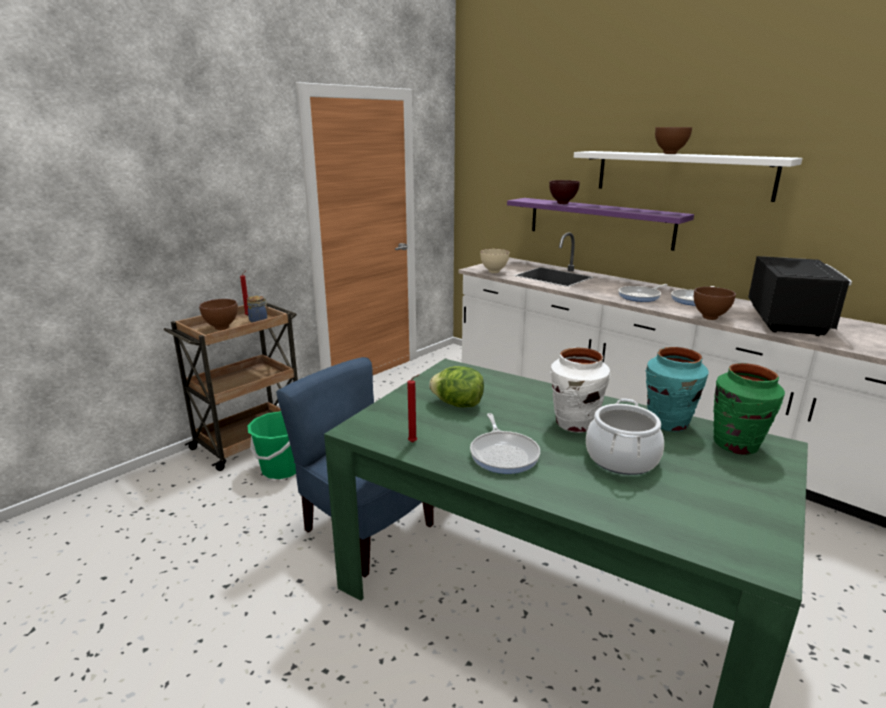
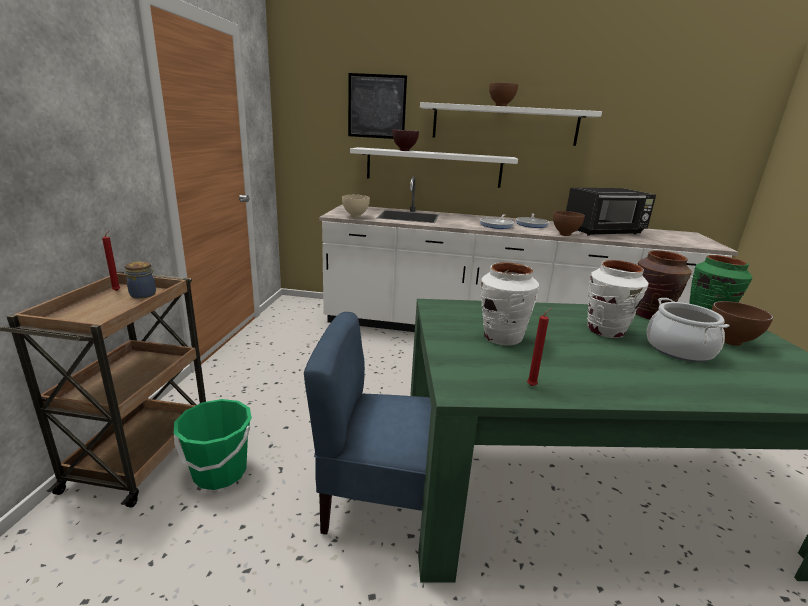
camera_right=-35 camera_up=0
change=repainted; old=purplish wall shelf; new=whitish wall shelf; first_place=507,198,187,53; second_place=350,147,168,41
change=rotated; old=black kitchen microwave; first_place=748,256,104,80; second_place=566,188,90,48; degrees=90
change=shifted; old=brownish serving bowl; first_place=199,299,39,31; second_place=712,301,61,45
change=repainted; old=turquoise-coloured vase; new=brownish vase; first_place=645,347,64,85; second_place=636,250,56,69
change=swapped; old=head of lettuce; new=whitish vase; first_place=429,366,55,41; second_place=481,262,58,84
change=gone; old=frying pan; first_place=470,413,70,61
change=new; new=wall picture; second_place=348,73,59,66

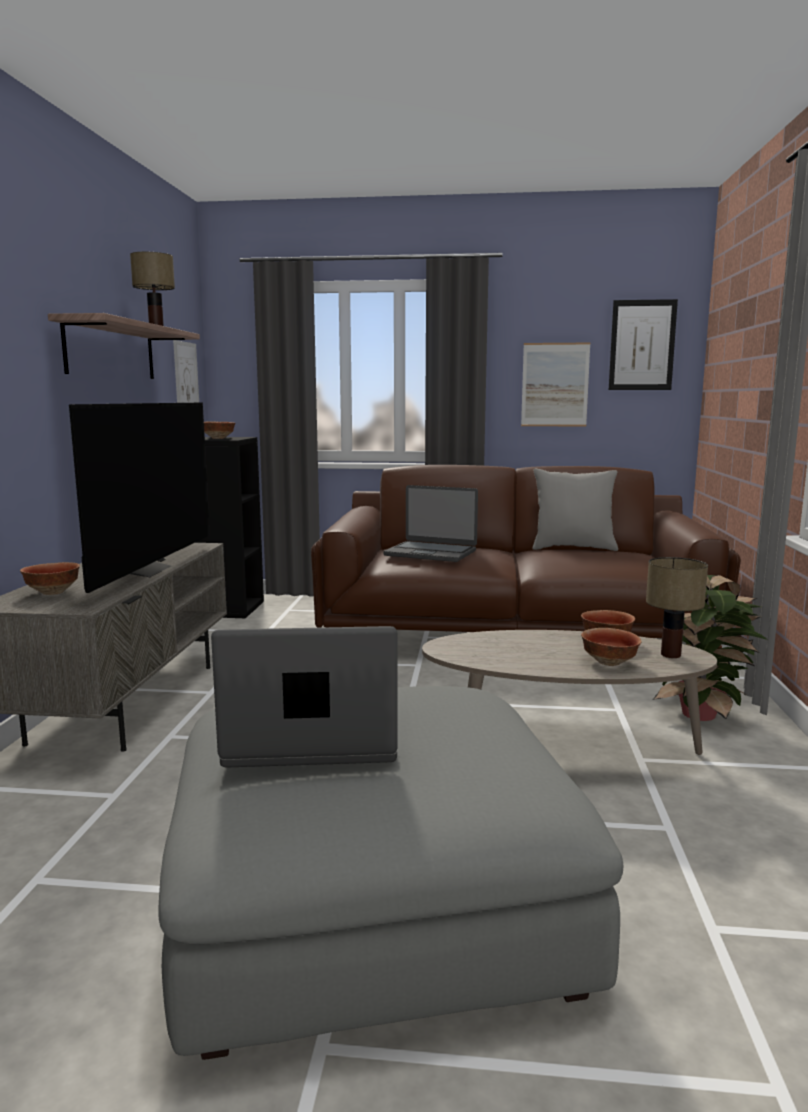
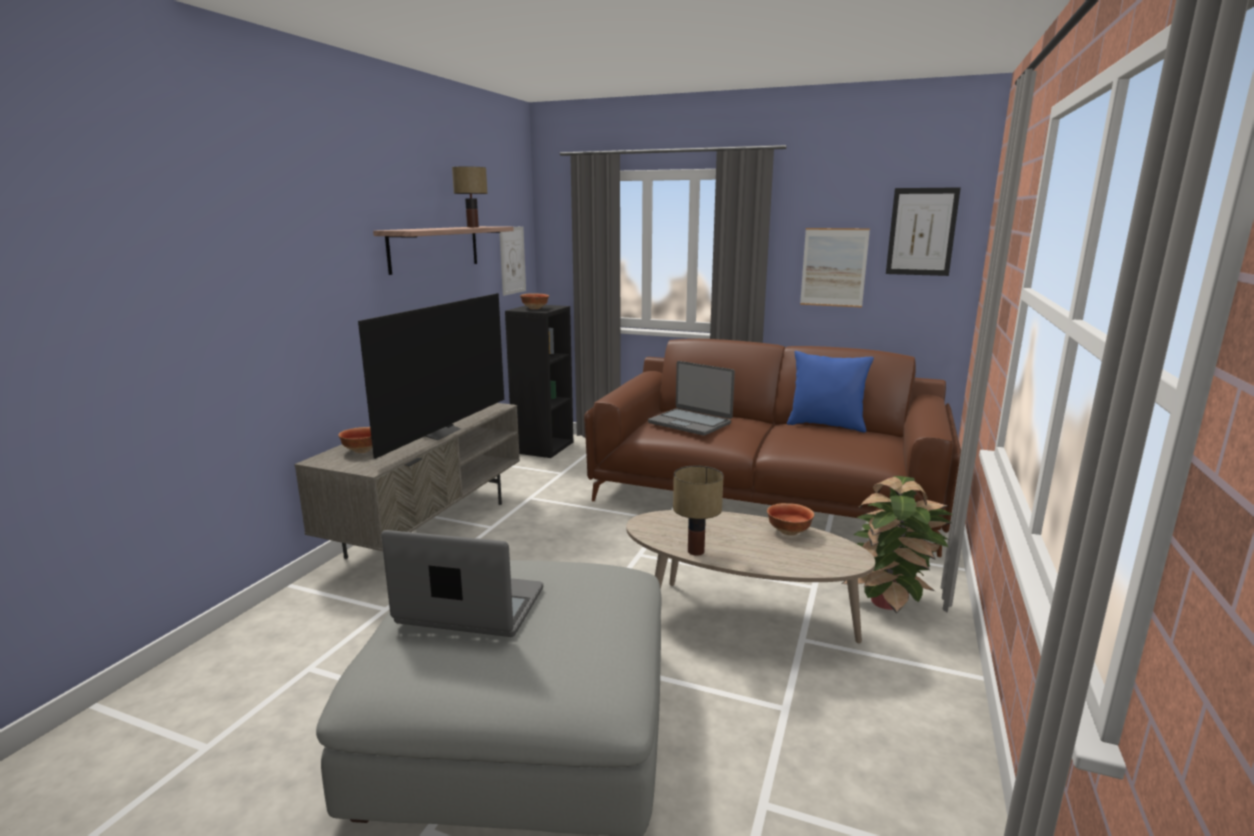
camera_right=15 camera_up=5
change=repainted; old=grey cushion; new=blue cushion; first_place=533,469,85,82; second_place=787,351,87,82
change=shifted; old=tabletop lamp; first_place=646,557,62,101; second_place=673,465,51,91
change=gone; old=serving bowl; first_place=581,628,61,38

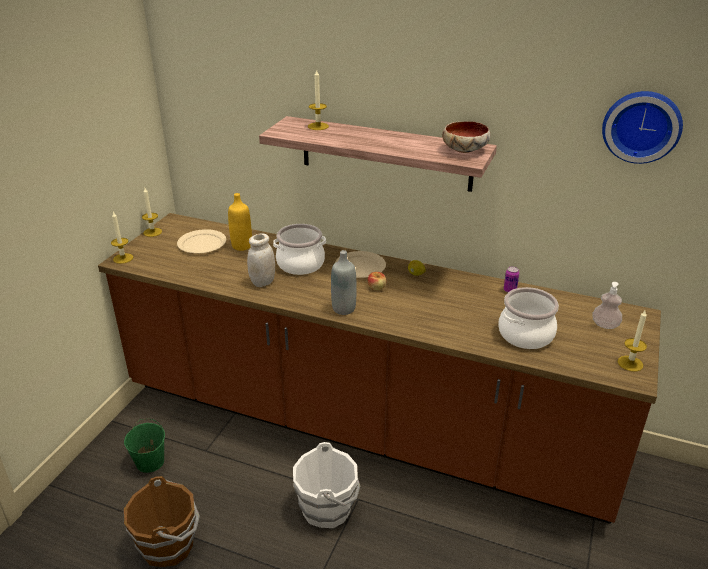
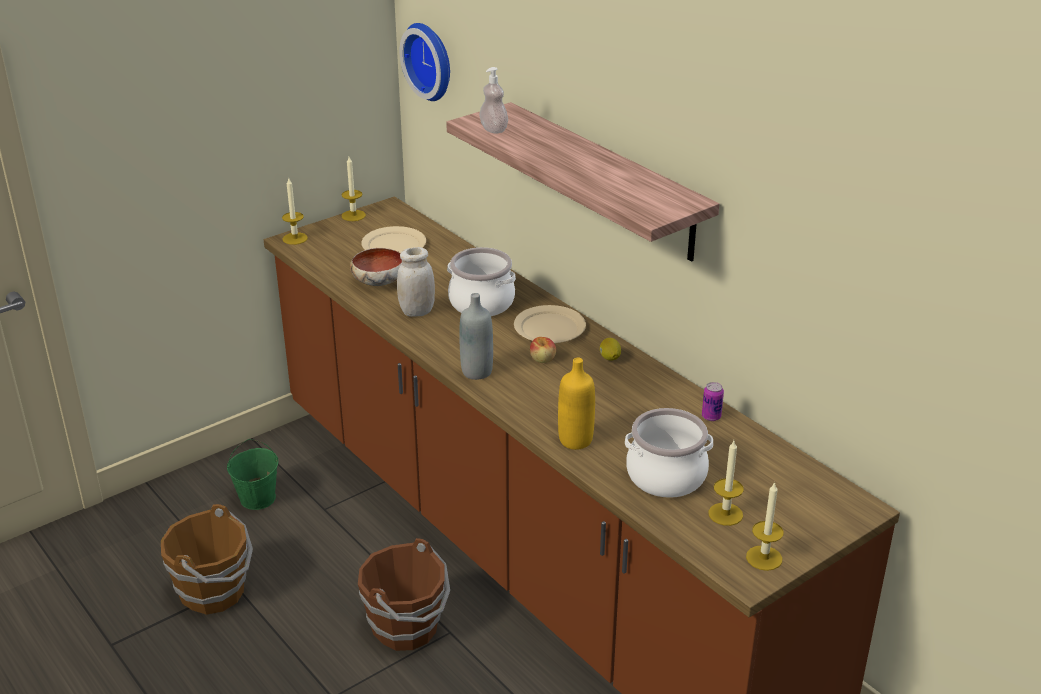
camera_right=30 camera_up=0
change=shifted; old=wax candle; first_place=308,70,21,60; second_place=708,441,36,85
change=shifted; old=clock on the wall; first_place=602,91,81,73; second_place=400,23,50,78
change=shifted; old=serving bowl; first_place=442,121,48,32; second_place=350,248,52,38
change=shifted; old=yellowish beverage bottle; first_place=228,193,24,58; second_place=558,358,37,92
change=shifted; old=liquid soap bottle; first_place=592,282,30,47; second_place=479,67,29,66
change=repainted; old=whitish pail; new=brownish pail; first_place=293,442,67,86; second_place=358,538,92,113

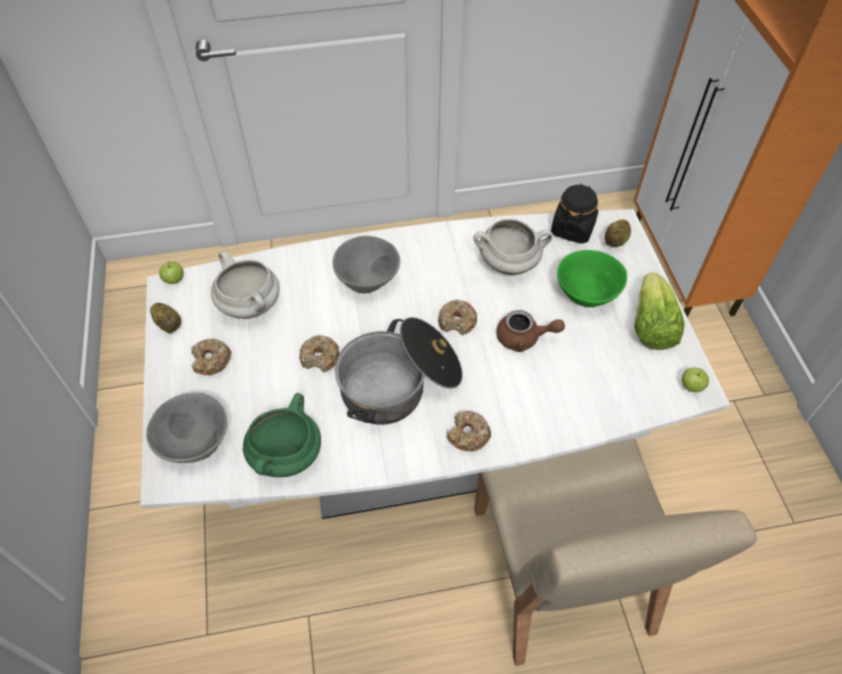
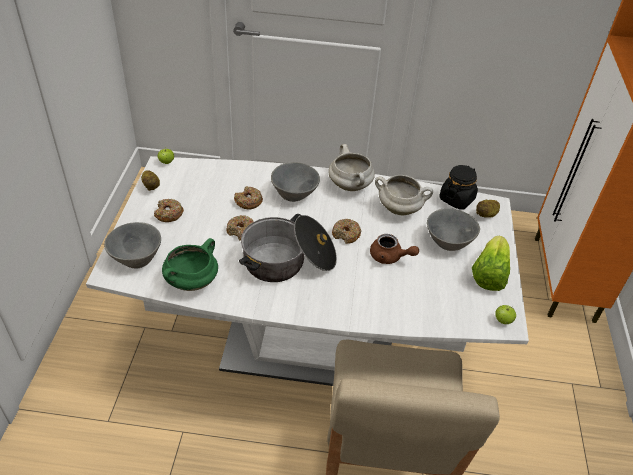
camera_right=15 camera_up=-10
change=repainted; old=green-coloured serving bowl; new=grey serving bowl; first_place=557,250,70,57; second_place=427,208,53,43
change=shifted; old=whitish saucepot; first_place=211,251,69,68; second_place=328,144,47,47
change=shifted; old=ring doughnut; first_place=447,411,44,40; second_place=234,186,29,24

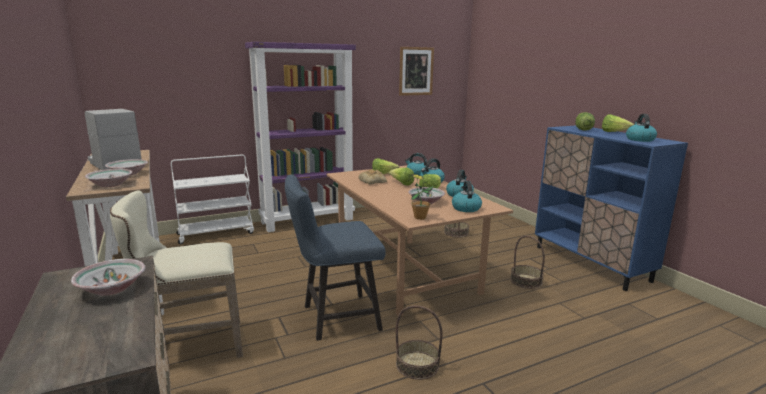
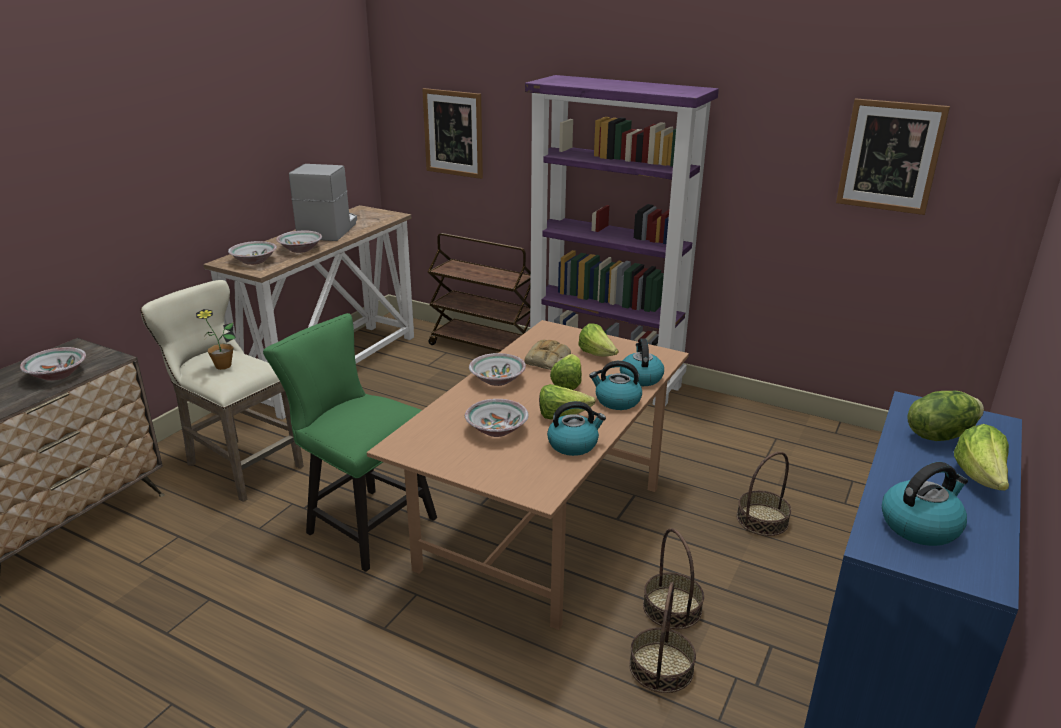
camera_right=55 camera_up=10
change=repainted; old=whitish cart; new=brownish cart; first_place=171,154,83,90; second_place=428,233,103,119
change=shifted; old=potted plant; first_place=411,174,23,46; second_place=196,309,40,61
change=repainted; old=blue upright chair; new=green-coloured upright chair; first_place=285,175,101,166; second_place=263,313,174,259
change=gone; old=tea kettle; first_place=452,181,30,31
change=shifted; old=basket; first_place=396,305,47,75; second_place=643,528,61,101
change=new; new=wall picture; second_place=422,88,61,91
change=new; new=serving bowl; second_place=469,353,57,33

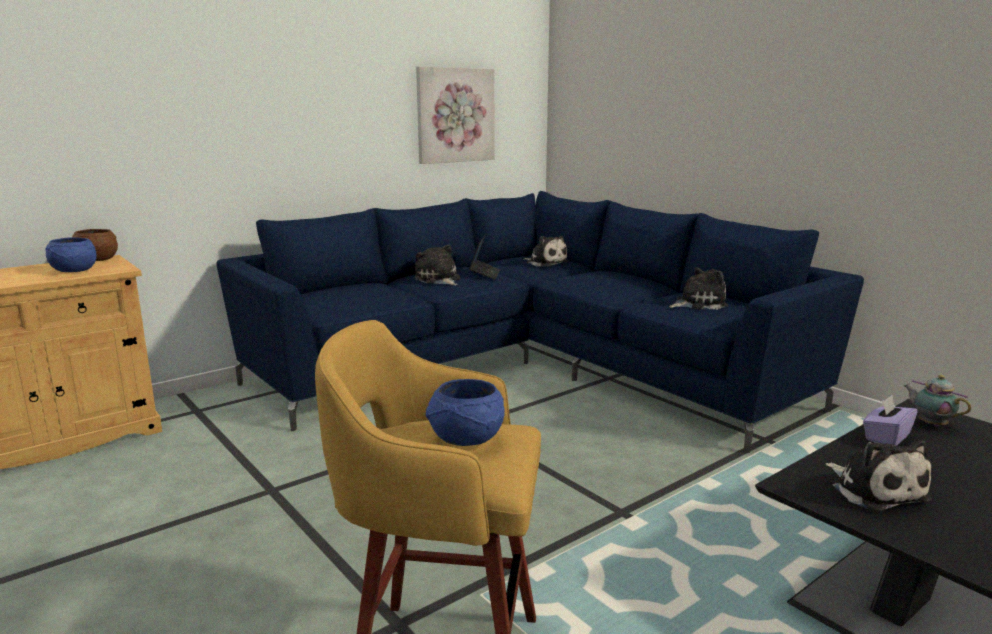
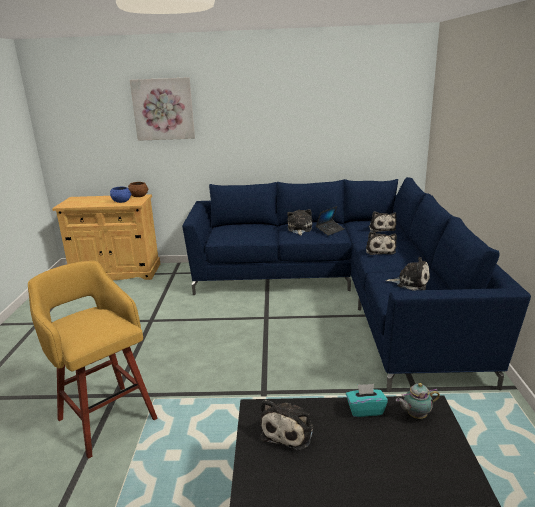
camera_right=40 camera_up=5
change=shifted; old=wall picture; first_place=416,66,78,98; second_place=130,77,65,64
change=rotated; old=pot for tea; first_place=903,375,68,52; second_place=396,383,44,36; degrees=-105
change=gone; old=blue serving bowl; first_place=426,379,79,67
change=repainted; old=purplish tissue box; new=turquoise-coloured tissue box; first_place=863,395,55,51; second_place=346,384,42,33
change=new; new=soft toy; second_place=366,231,31,24

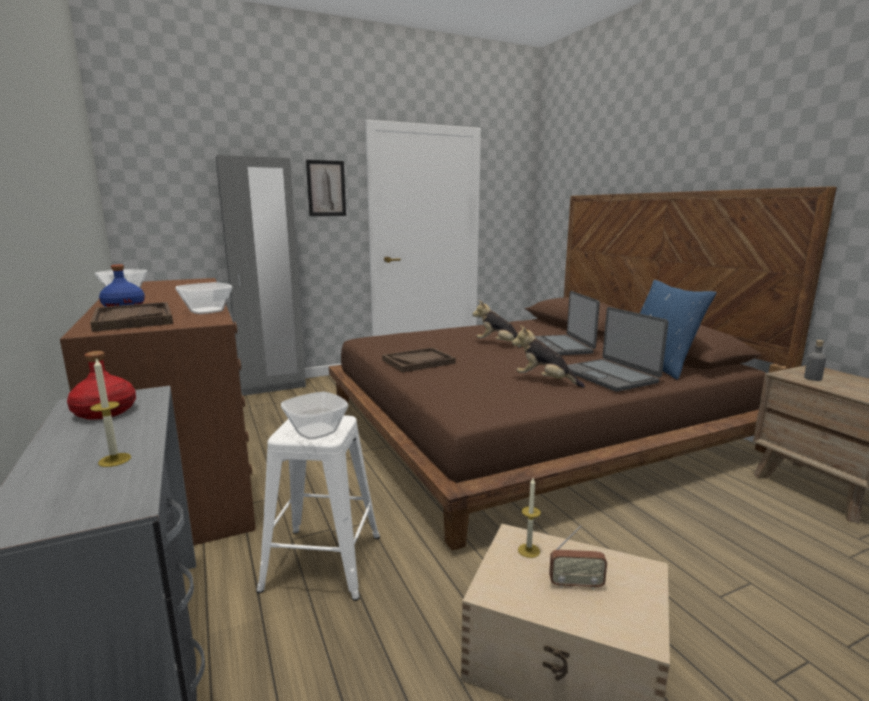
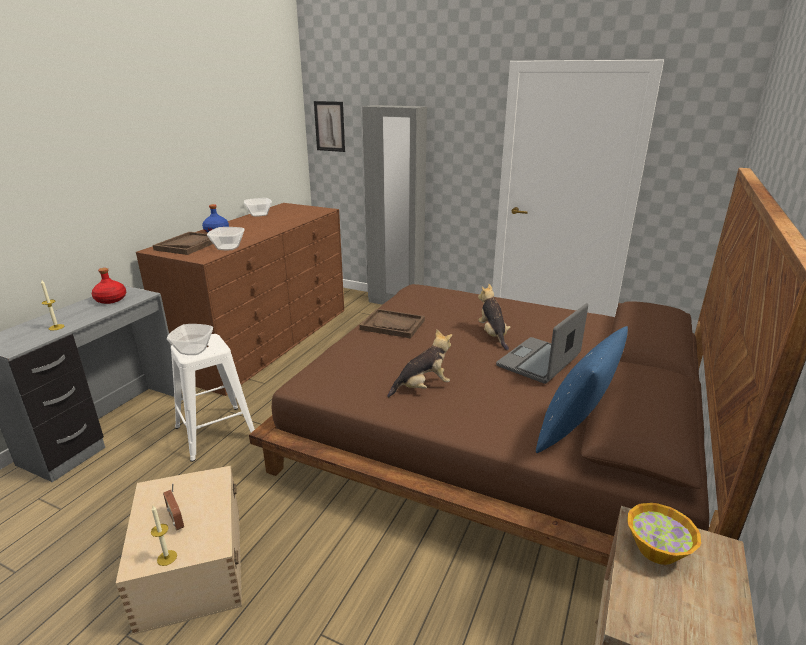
camera_right=50 camera_up=10
change=shifted; old=wall picture; first_place=306,160,40,56; second_place=314,101,31,51
change=gone; old=notebook computer; first_place=567,307,102,85
change=rotated; old=soft toy; first_place=512,325,73,63; second_place=387,329,65,69; degrees=75
change=swapped; old=grey beverage bottle; new=serving bowl; first_place=804,340,22,41; second_place=627,503,74,62
change=shifted; old=wax candle; first_place=518,478,23,80; second_place=151,506,26,60

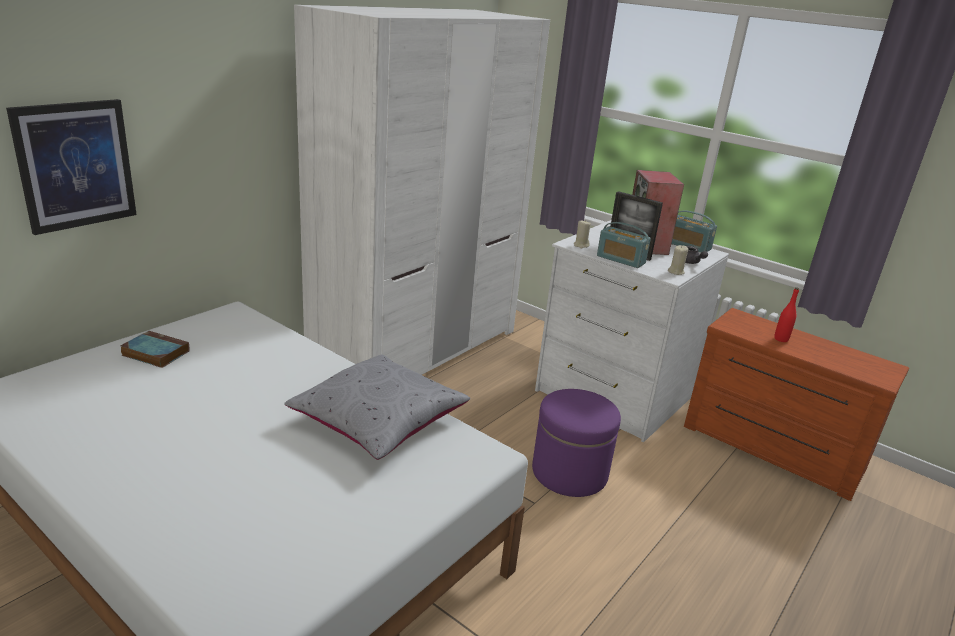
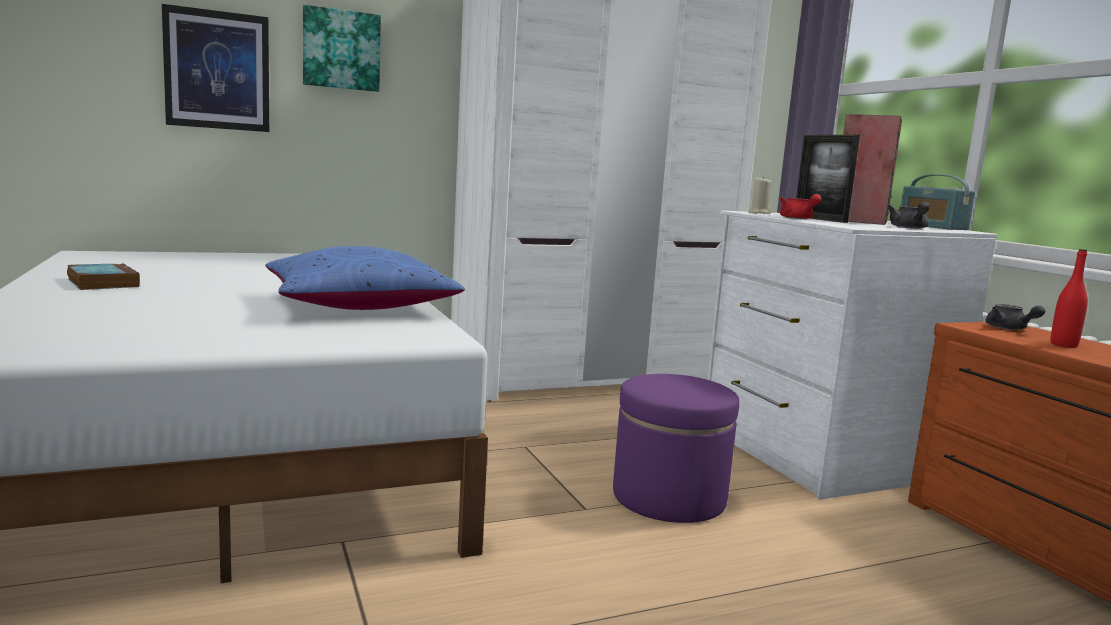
camera_right=30 camera_up=-15
change=swapped; old=radio set; new=red-coloured pot for tea; first_place=597,222,54,46; second_place=780,194,41,25
change=gone; old=beige-coloured wax candle; first_place=668,245,20,30
change=shifted; old=bound book; first_place=121,331,69,37; second_place=67,263,73,27
change=repainted; old=grey cushion; new=blue cushion; first_place=284,355,186,105; second_place=265,246,200,64
change=new; new=wall picture; second_place=303,5,78,87
change=new; new=grey pot for tea; second_place=986,304,59,26

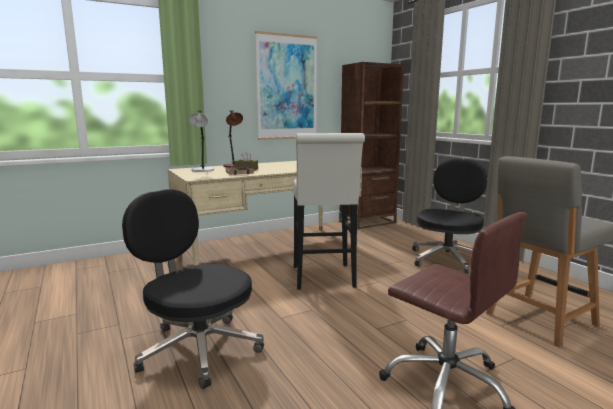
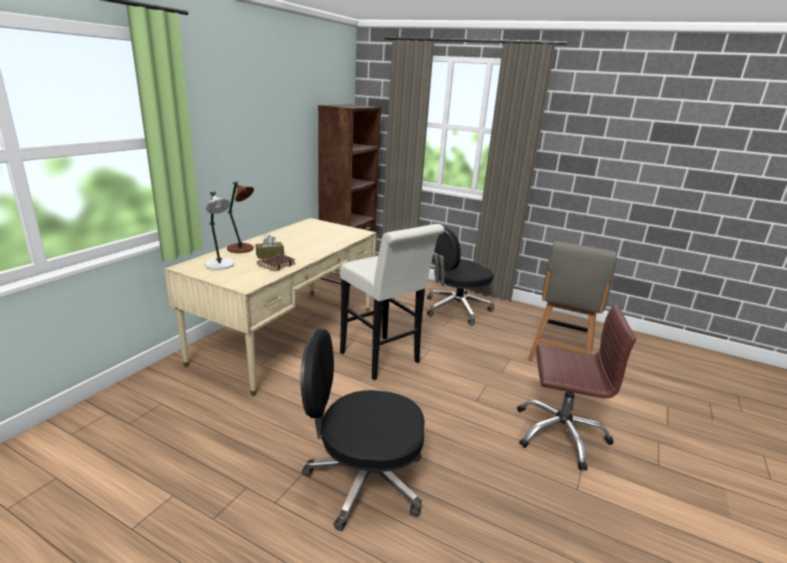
camera_right=-35 camera_up=10
change=gone; old=wall picture; first_place=255,31,63,109
change=rotated; old=black computer chair; first_place=412,159,75,115; second_place=427,227,67,99; degrees=-120

